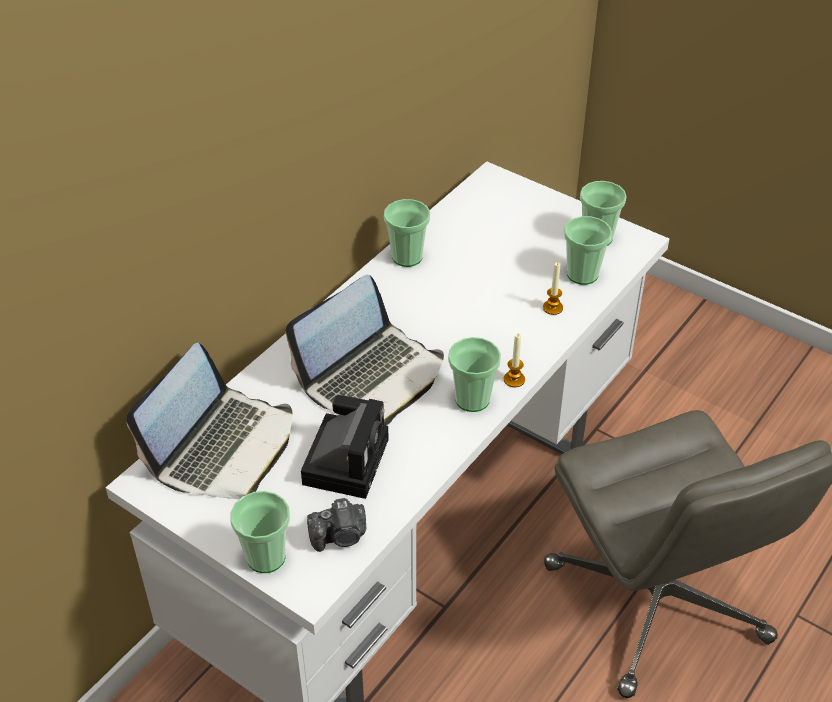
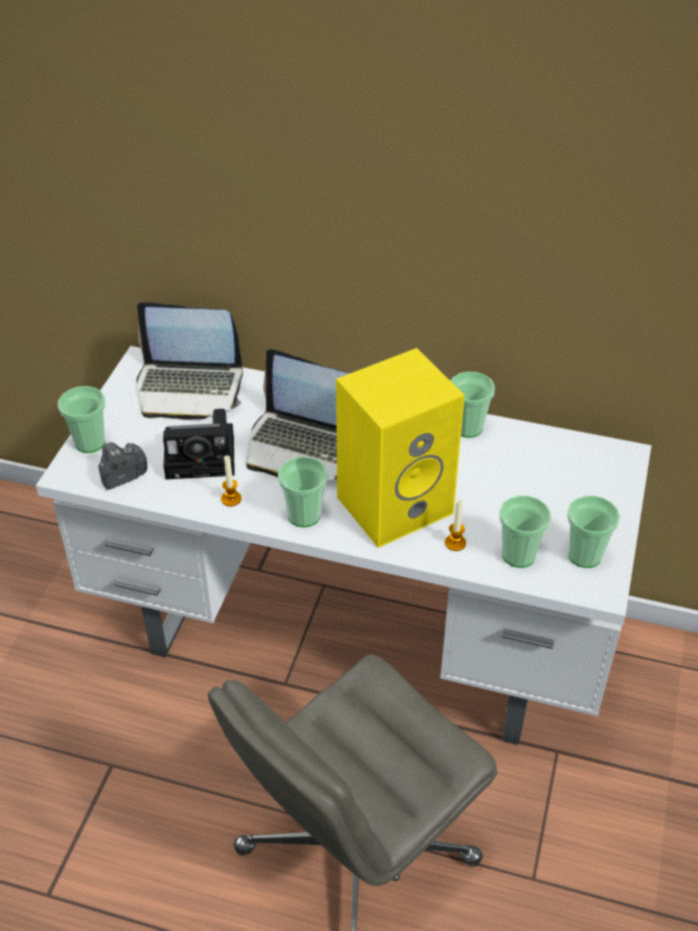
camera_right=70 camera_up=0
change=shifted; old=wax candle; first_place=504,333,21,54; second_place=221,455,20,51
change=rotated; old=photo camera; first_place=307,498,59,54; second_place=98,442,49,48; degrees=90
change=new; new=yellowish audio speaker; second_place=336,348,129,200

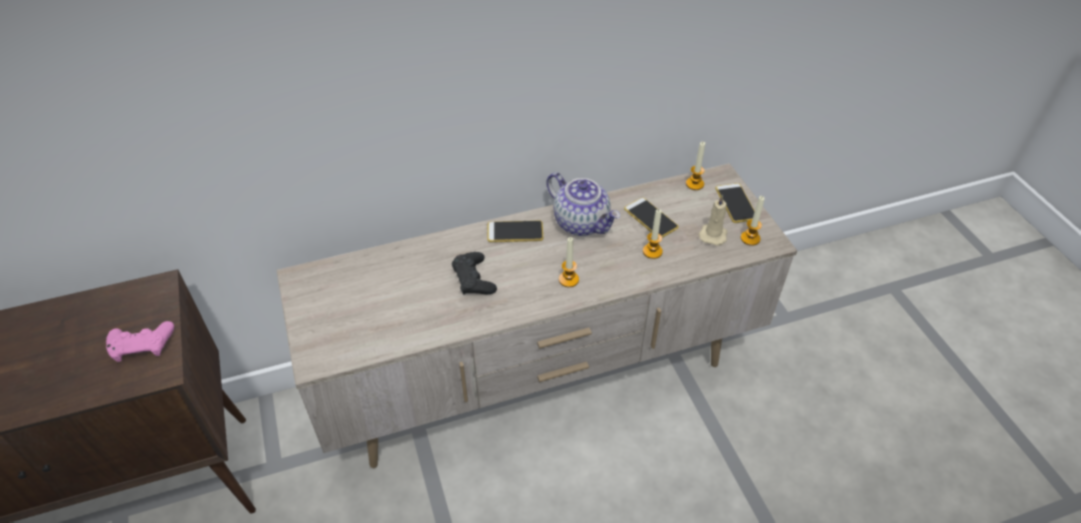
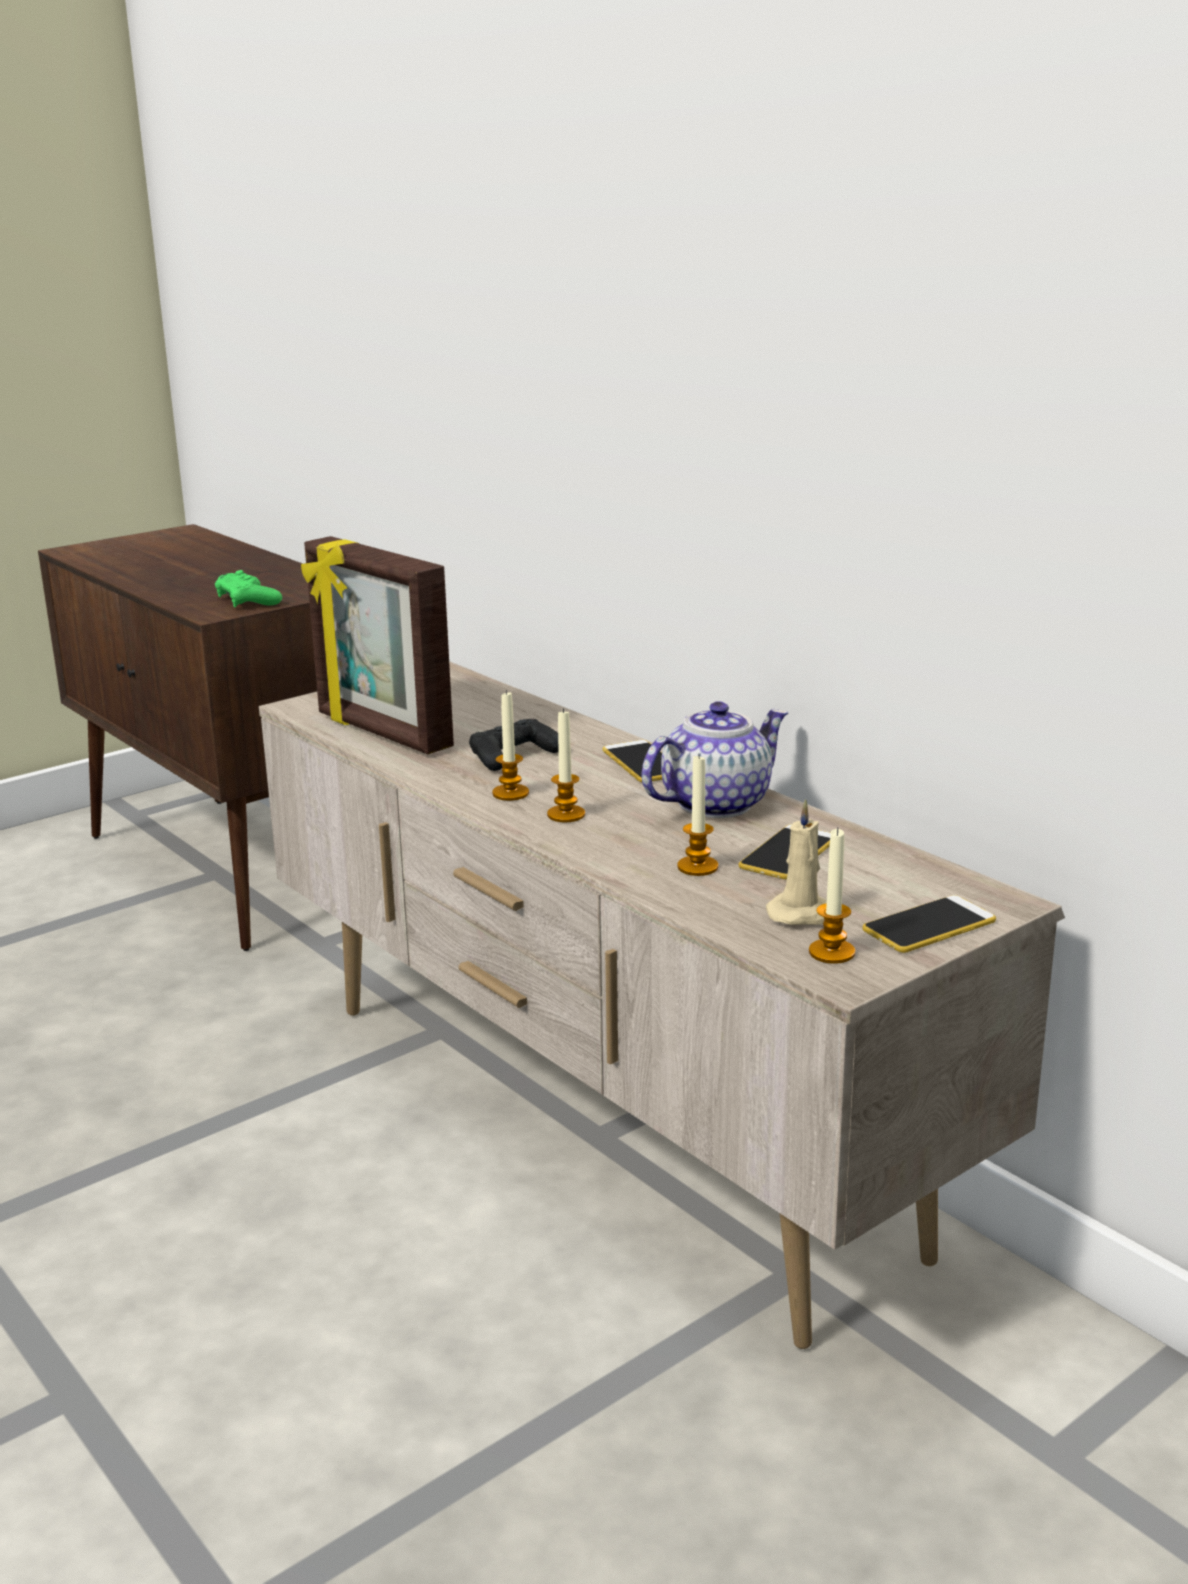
camera_right=70 camera_up=-25
change=shifted; old=wax candle; first_place=686,141,19,49; second_place=492,690,37,111
change=rotated; old=pot for tea; first_place=546,172,74,64; second_place=642,701,147,117; degrees=-150
change=repainted; old=pink-coloured joypad; new=green-coloured joypad; first_place=106,321,68,41; second_place=215,570,67,37
change=new; new=standing frame; second_place=301,536,153,218

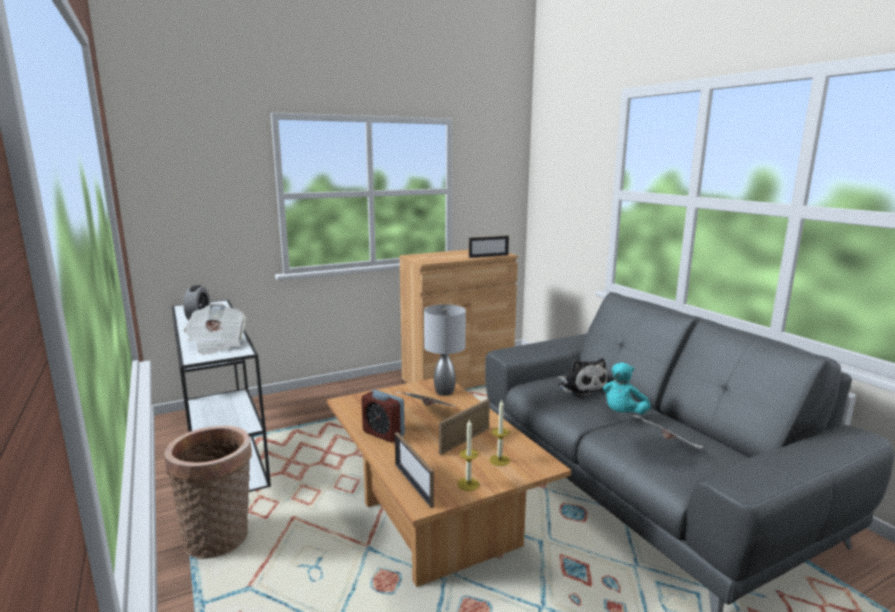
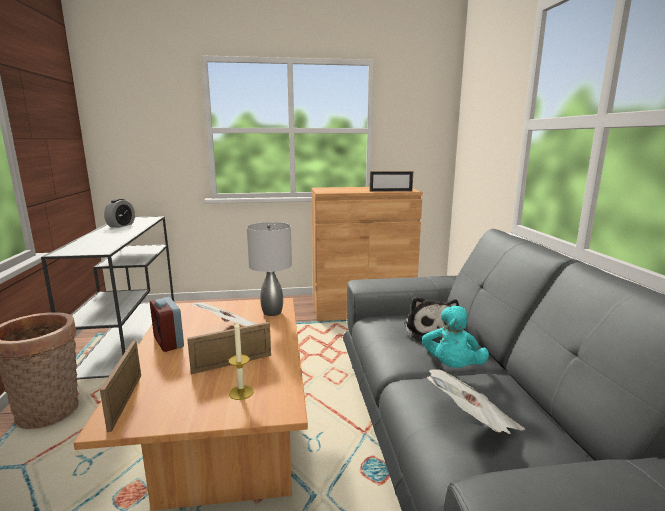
camera_right=20 camera_up=0
change=gone; old=daily paper; first_place=184,303,62,52
change=rotated; old=turquoise-coloured soft toy; first_place=603,362,48,52; second_place=422,305,67,63; degrees=-45
change=gone; old=wax candle; first_place=457,419,22,72

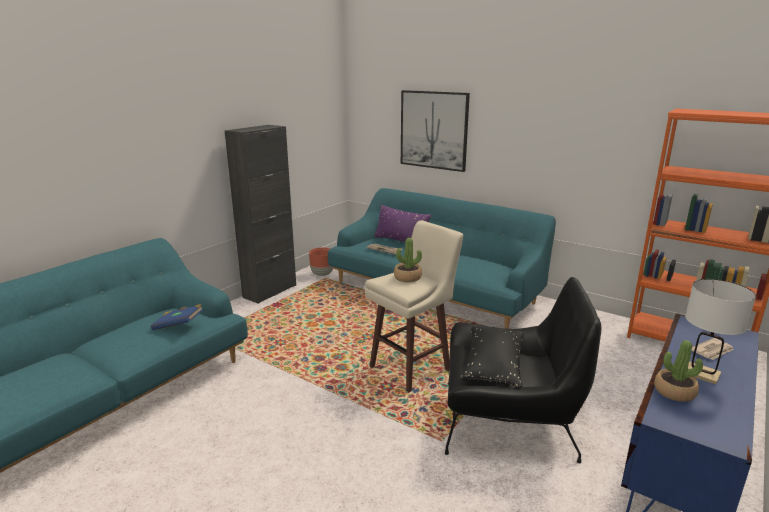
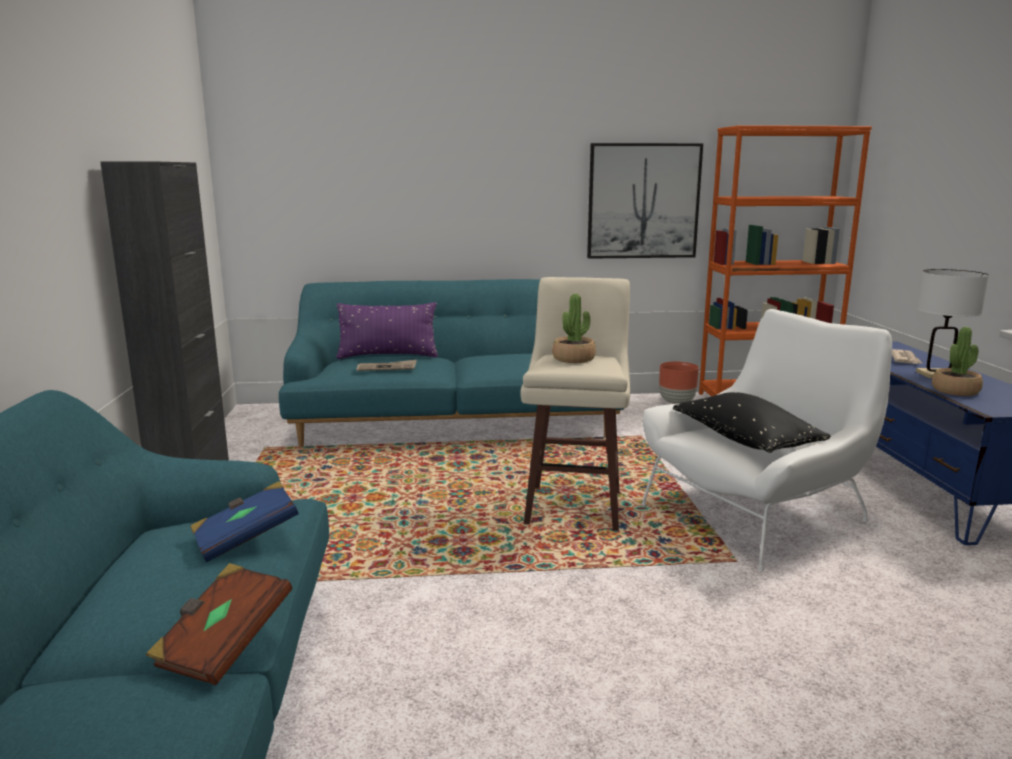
camera_right=-40 camera_up=-5
change=shifted; old=wall picture; first_place=401,90,69,82; second_place=587,143,116,116
change=shifted; old=brownish plant pot; first_place=309,247,24,29; second_place=659,362,40,42
change=repainted; old=black armchair; new=whitish armchair; first_place=445,277,156,186; second_place=641,309,251,263
change=new; new=brownish bound book; second_place=146,563,147,122

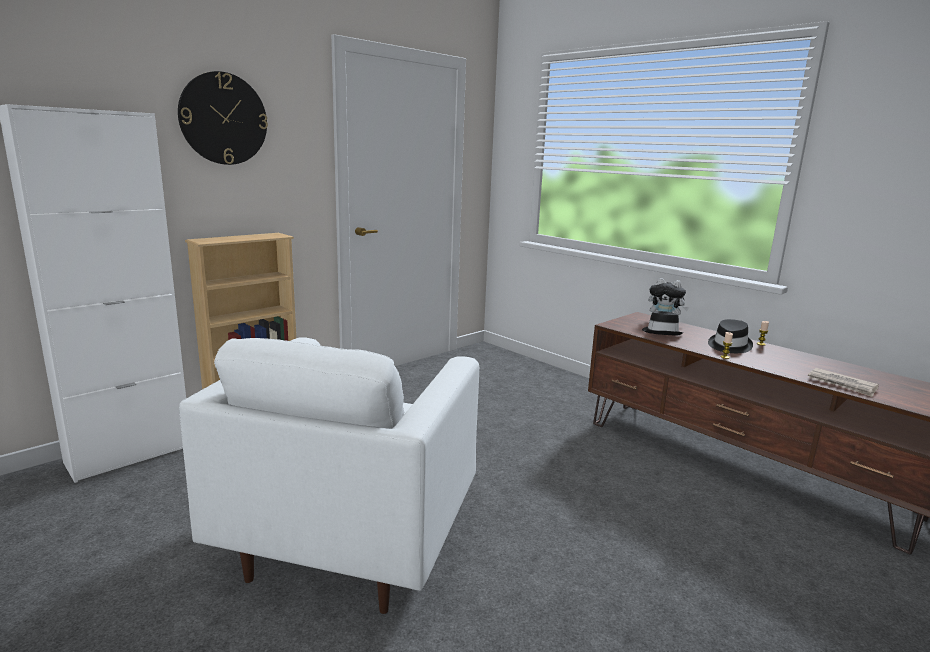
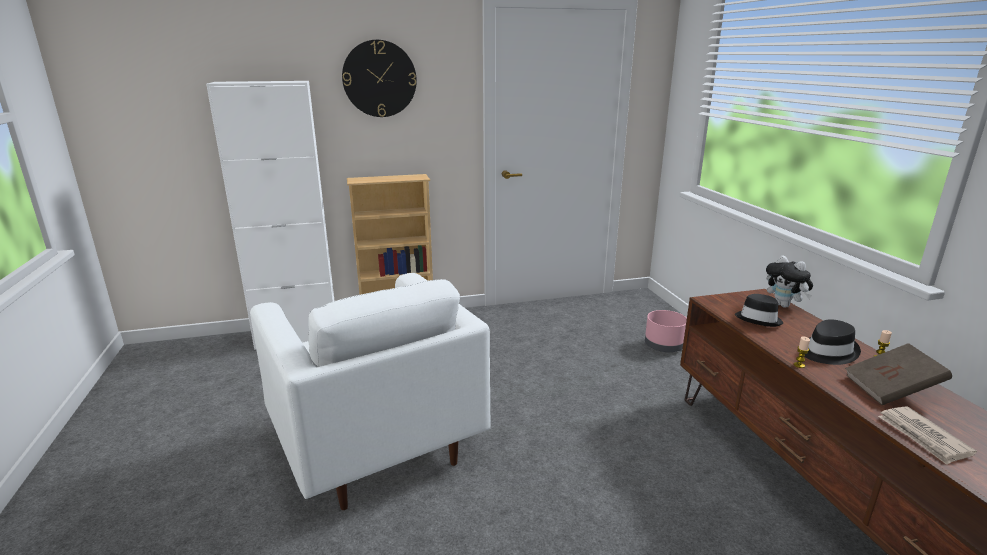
camera_right=30 camera_up=5
change=rotated; old=whitish armchair; first_place=179,337,300,277; second_place=250,273,241,237; degrees=-75
change=new; new=pink-coloured plant pot; second_place=645,310,42,42
change=new; new=brownish bound book; second_place=845,343,107,62

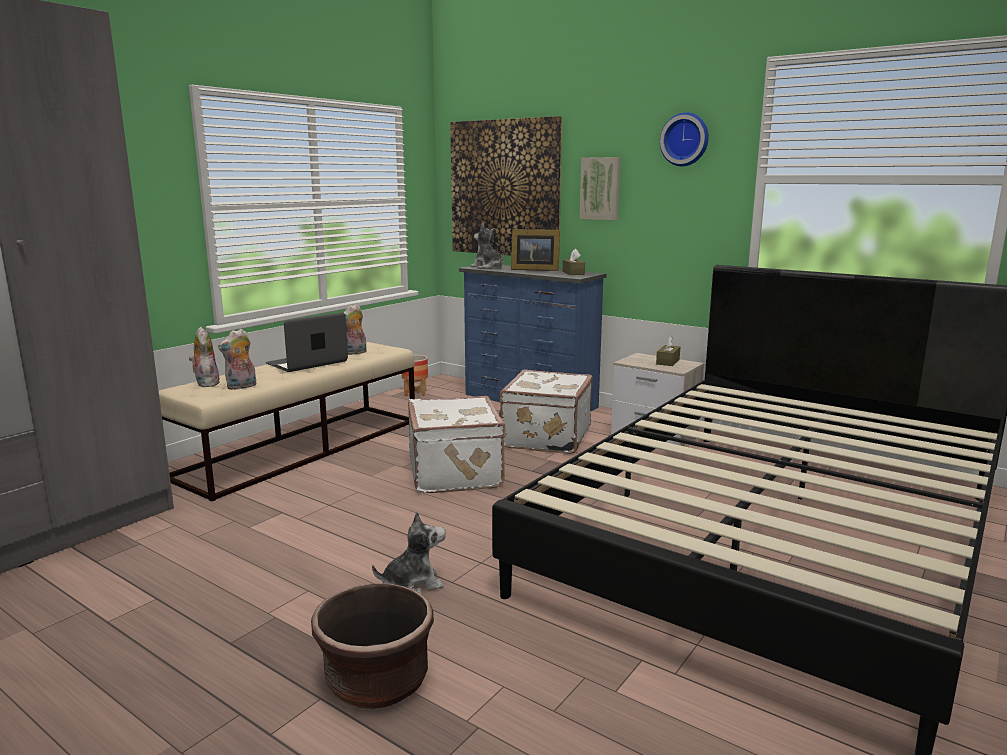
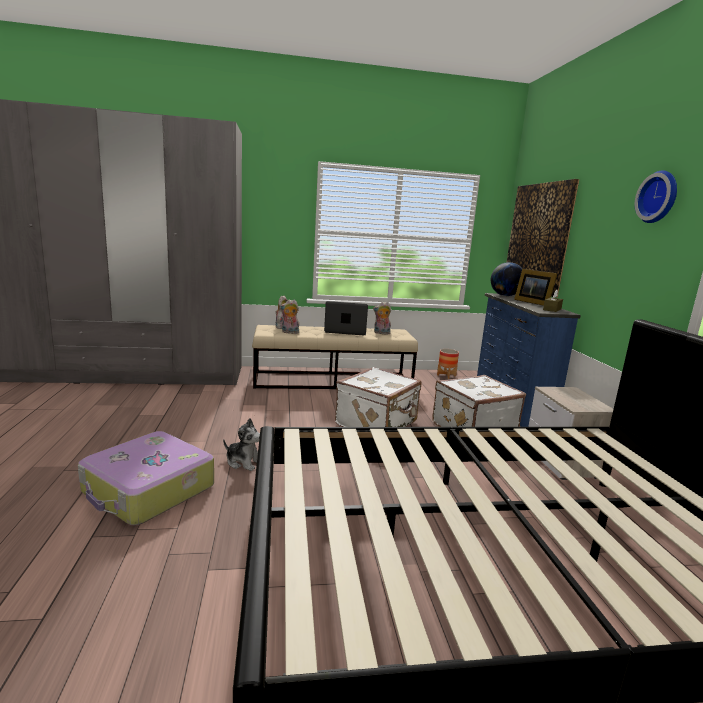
camera_right=45 camera_up=0
change=gone; old=wall picture; first_place=580,157,40,63
change=swapped; old=soft toy; new=desk globe; first_place=471,223,34,46; second_place=491,262,31,34
change=gone; old=brownish tissue box; first_place=656,336,24,30
change=swapped; old=brownish plant pot; new=travel case; first_place=311,583,123,126; second_place=78,431,136,94

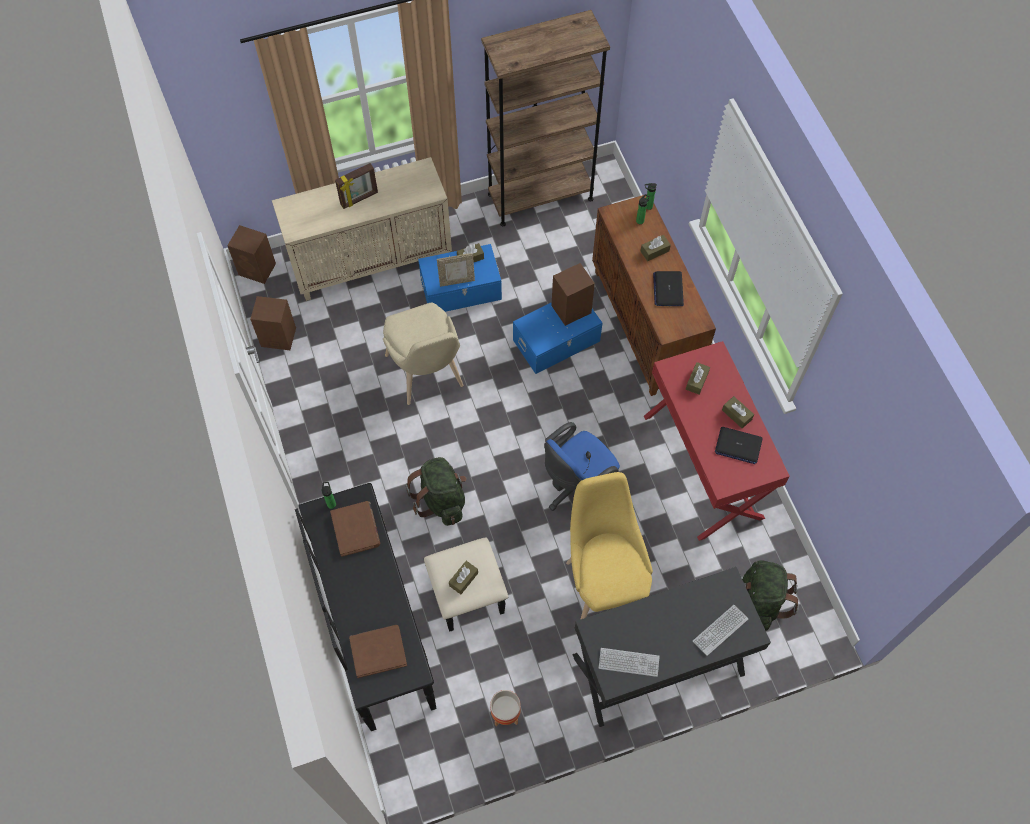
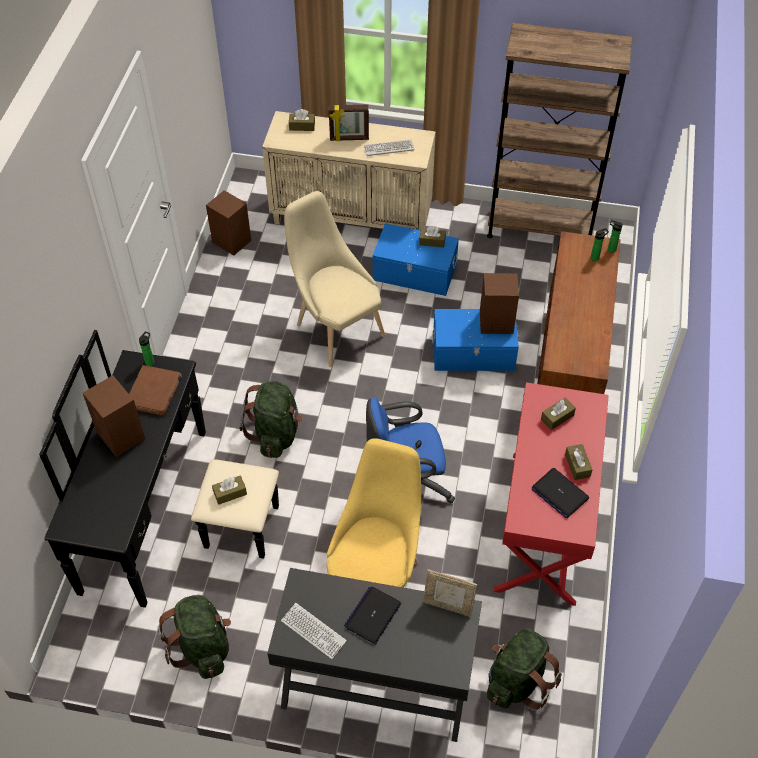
camera_right=30 camera_up=-10
change=shifted; old=brownish audio speaker; first_place=227,225,49,59; second_place=83,375,62,82
change=shifted; old=brownish tissue box; first_place=640,235,31,26; second_place=289,109,26,22
change=shifted; old=standing frame; first_place=437,253,38,34; second_place=423,569,54,48
change=shifted; old=notebook computer; first_place=653,271,31,35; second_place=344,587,57,57
change=rotated; old=beige-coloured upright chair; first_place=383,302,81,103; second_place=284,191,101,176; degrees=135
change=shifted; old=computer keyboard; first_place=693,605,55,51; second_place=364,139,51,17
change=gone; old=brownish bound book; first_place=349,625,58,53
change=swapped; old=plant pot; new=green-coloured rucksack; first_place=490,690,31,37; second_place=158,595,73,84

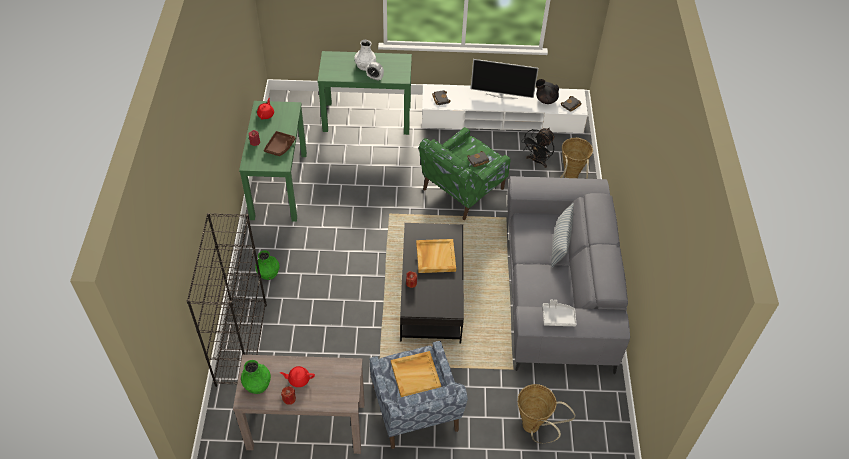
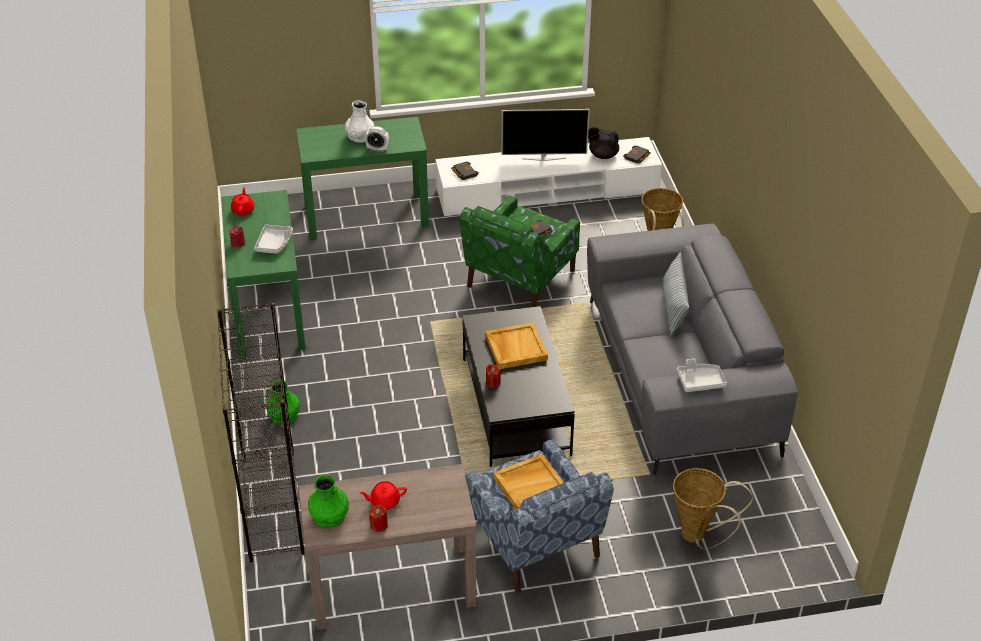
camera_right=-10 camera_up=-10
change=gone; old=black electric fan; first_place=521,128,34,40
change=repainted; old=brownish serving tray; new=grey serving tray; first_place=264,131,31,25; second_place=254,225,39,29

